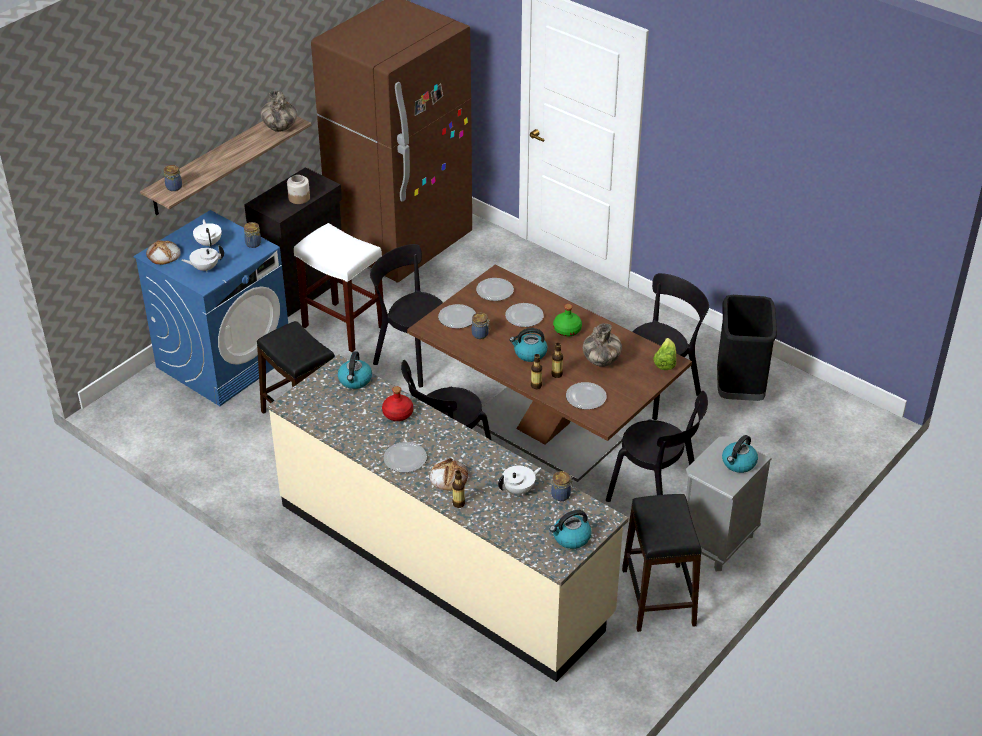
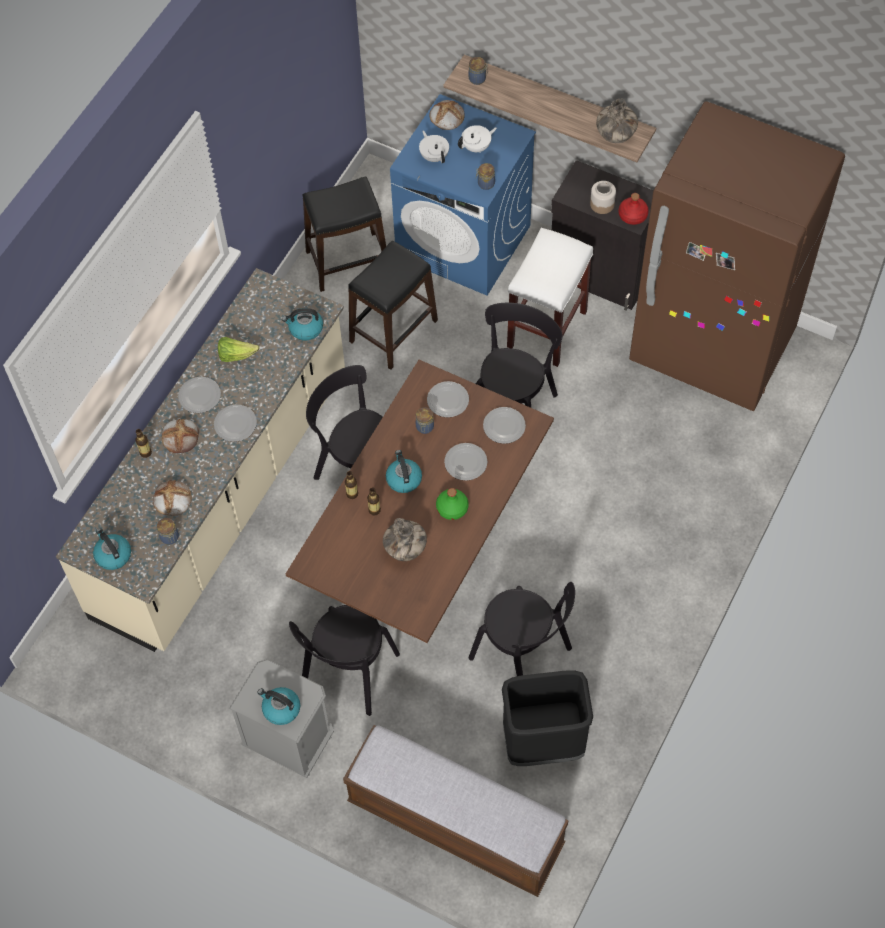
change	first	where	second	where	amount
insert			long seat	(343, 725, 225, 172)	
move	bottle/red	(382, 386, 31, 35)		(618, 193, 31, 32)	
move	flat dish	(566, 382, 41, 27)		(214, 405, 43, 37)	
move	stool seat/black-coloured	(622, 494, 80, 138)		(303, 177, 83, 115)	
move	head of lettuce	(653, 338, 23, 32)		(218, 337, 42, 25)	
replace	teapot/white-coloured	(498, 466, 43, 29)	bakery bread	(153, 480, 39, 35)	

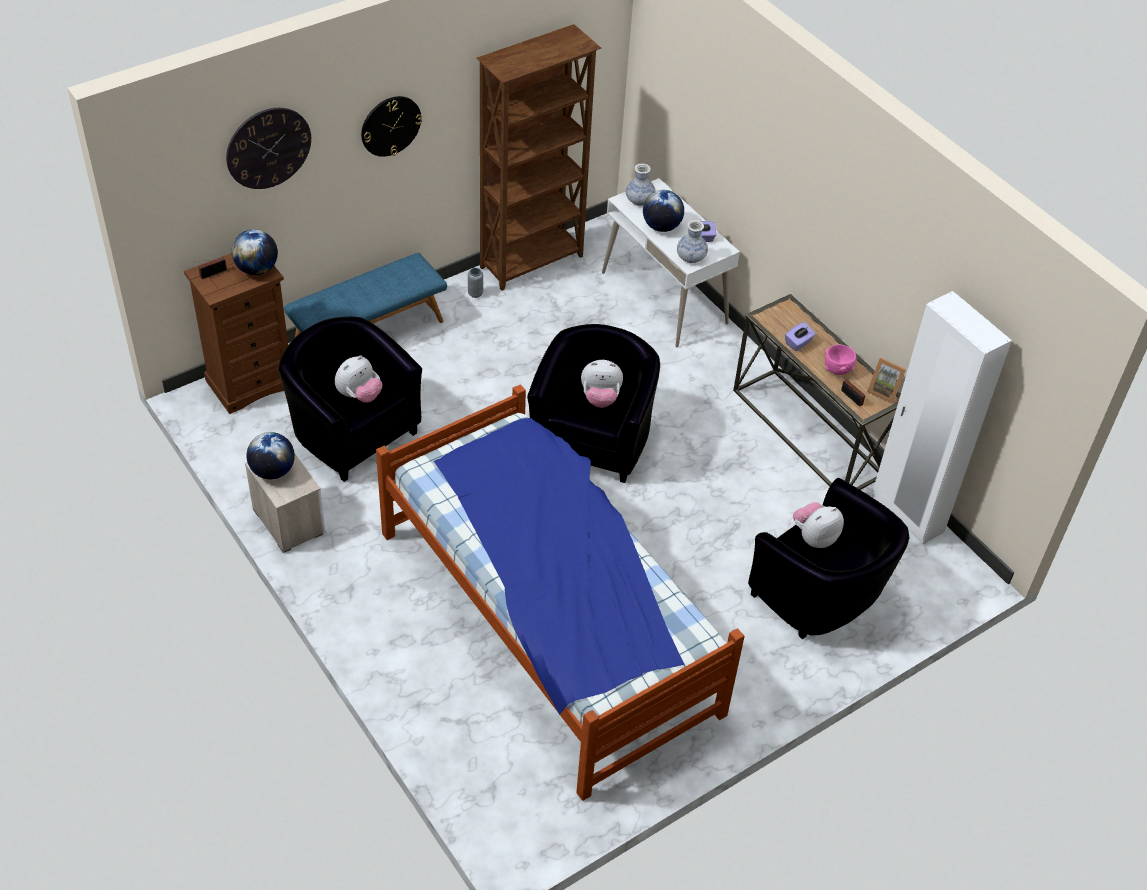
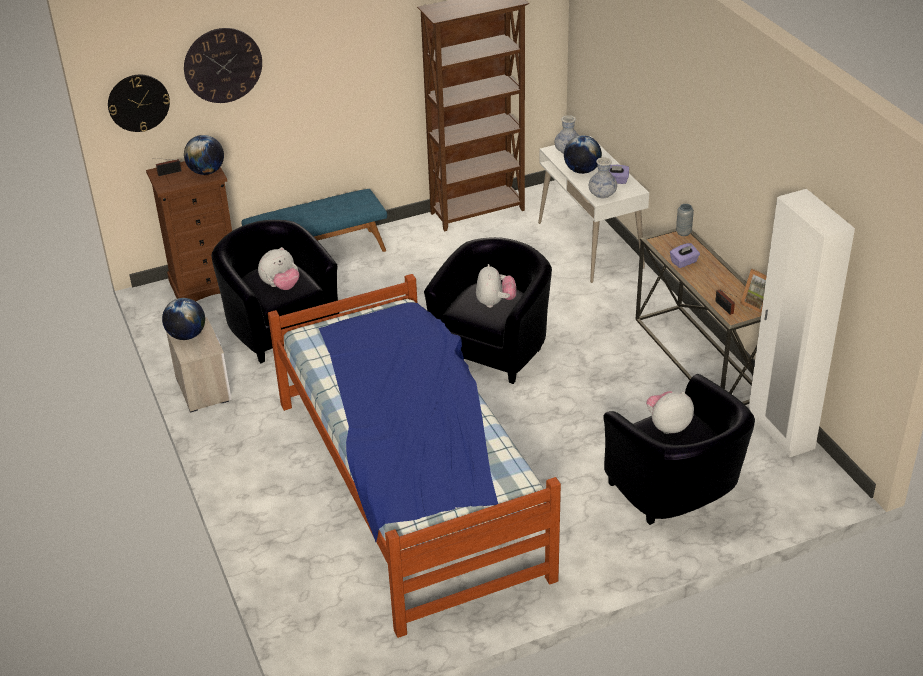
change	first	where	second	where	amount
delete	bowl/pink-coloured	(825, 344, 31, 31)			
move	hanging clock	(361, 96, 61, 61)		(108, 75, 62, 57)	
move	decorative vase/gray	(468, 268, 15, 30)		(676, 204, 18, 32)	
rotate	soft toy	(581, 360, 42, 48)		(476, 264, 40, 44)	105 degrees counterclockwise

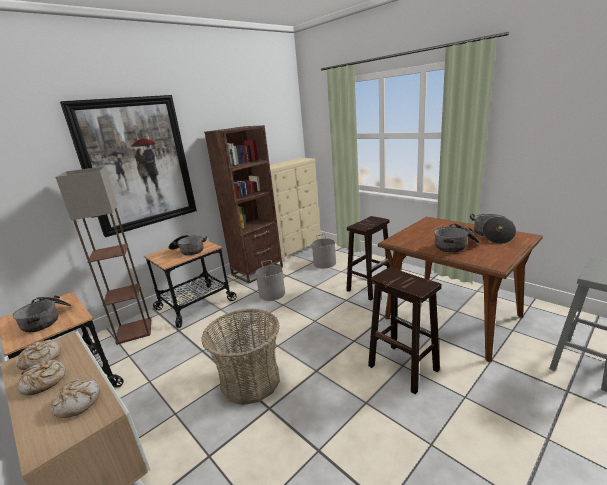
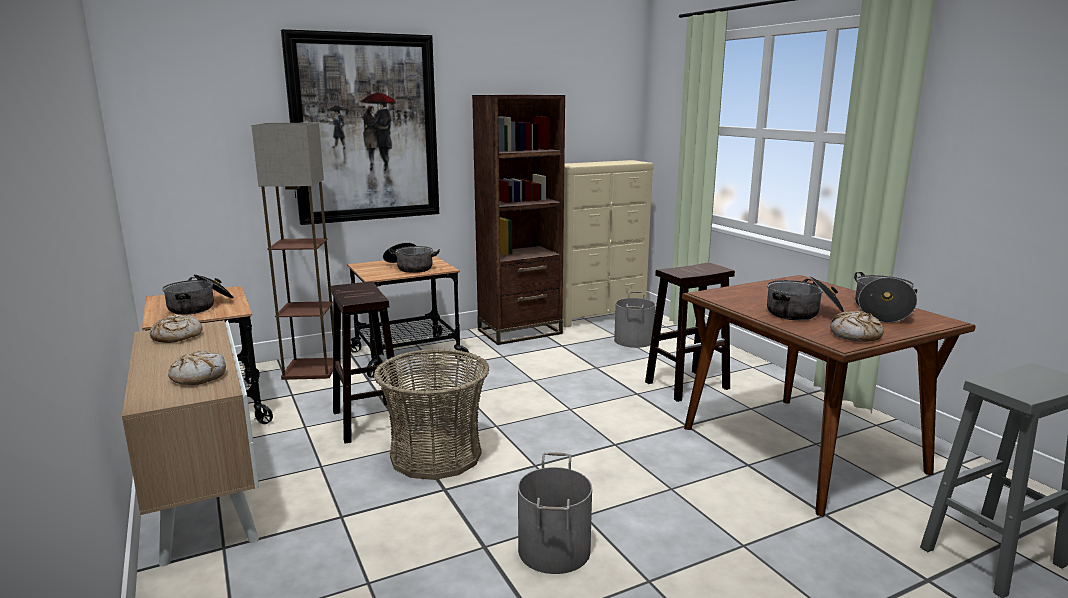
change	first	where	second	where	amount
move	bakery bread	(18, 360, 48, 35)		(830, 311, 54, 31)	
move	pail/gray	(256, 260, 29, 41)		(518, 453, 74, 121)	
move	stool seat/brown-coloured	(368, 267, 74, 127)		(331, 281, 74, 163)	

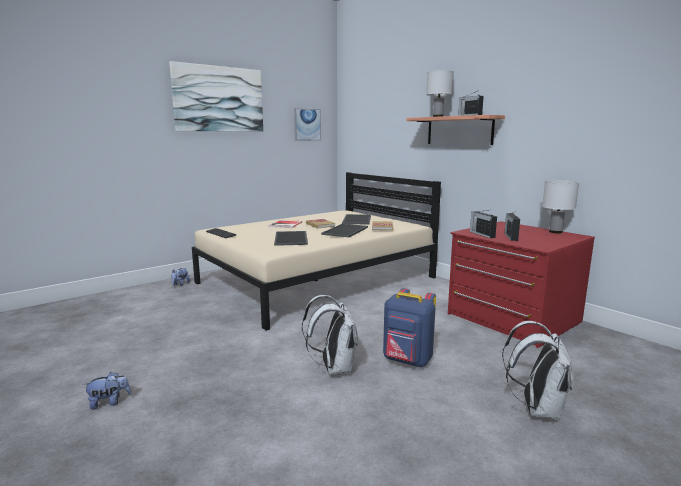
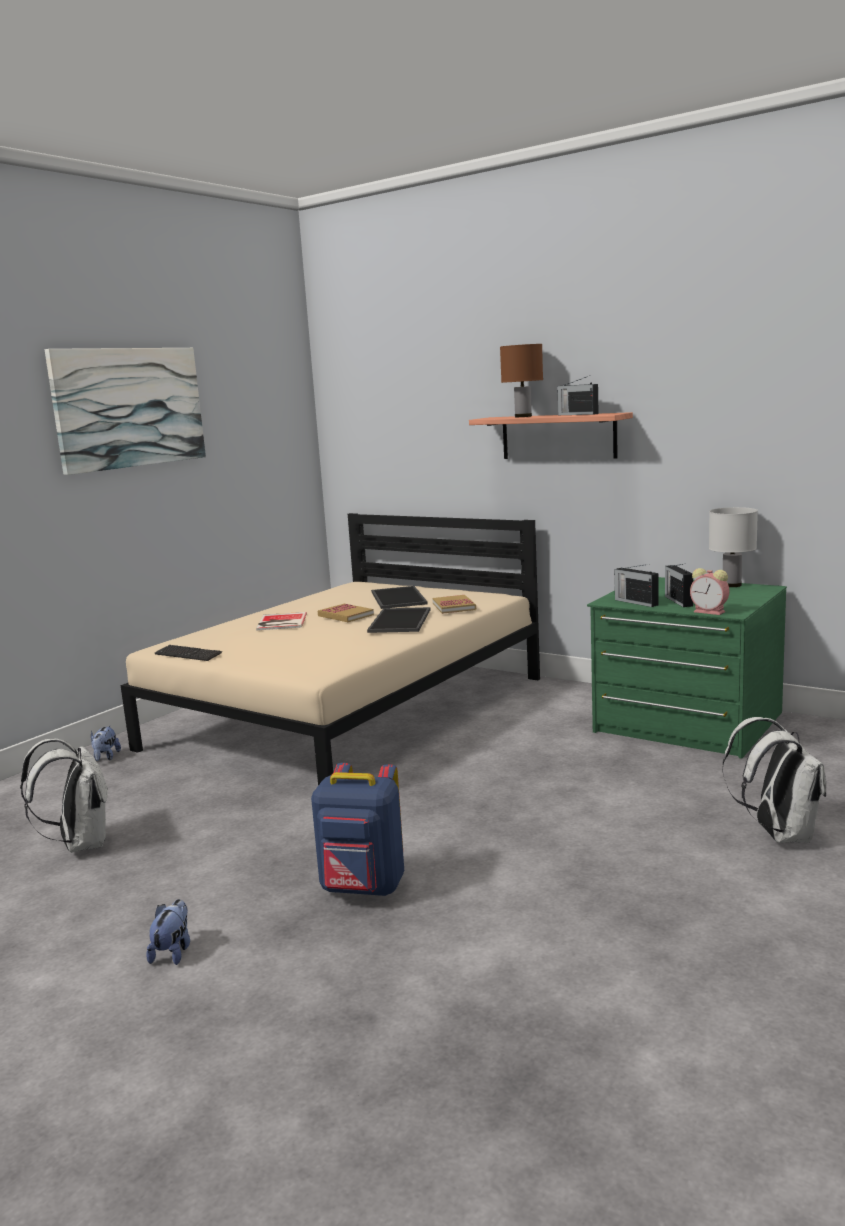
change	first	where	second	where	amount
delete	carrying tray	(274, 231, 34, 15)			
delete	picture	(294, 108, 27, 33)			
insert			table clock	(690, 568, 40, 47)	
move	knapsack/white-coloured	(302, 295, 56, 80)		(20, 739, 88, 114)	
move	knapsack/bluish	(383, 288, 53, 79)		(311, 763, 93, 133)	
recolor	tabletop lamp/white-coloured	(426, 70, 28, 47)	tabletop lamp/brown-coloured	(500, 344, 43, 73)	
recolor	dresser/red	(448, 221, 147, 127)	dresser/green-coloured	(587, 577, 200, 182)	
rotate	soft toy	(83, 372, 48, 38)		(146, 899, 44, 66)	45 degrees counterclockwise

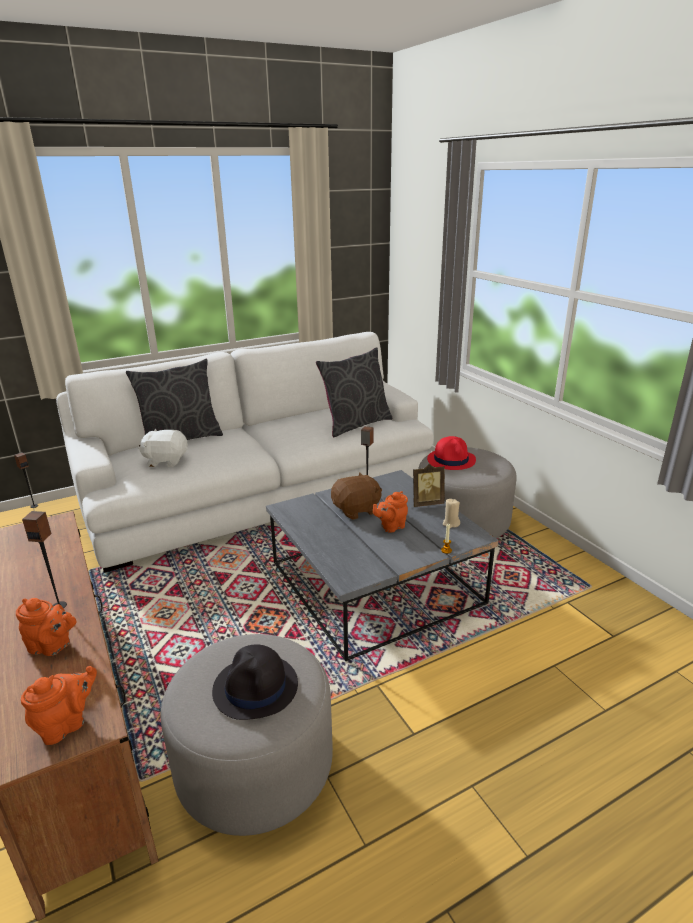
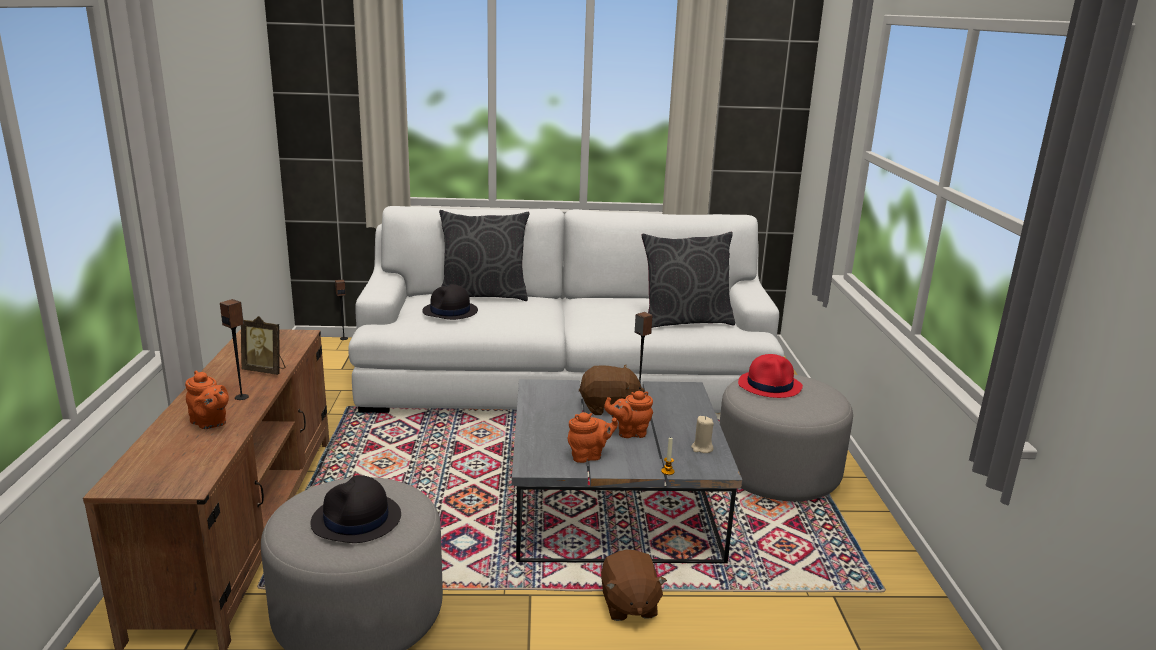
change	first	where	second	where	amount
insert			soft toy/brown-coloured	(601, 550, 66, 71)	
move	teapot/orange-coloured	(21, 666, 76, 79)		(568, 412, 50, 51)	
move	picture frame	(413, 464, 32, 43)		(241, 316, 44, 59)	
replace	soft toy/white-coloured	(138, 429, 50, 38)	clothing hat/black-coloured	(422, 284, 56, 36)	

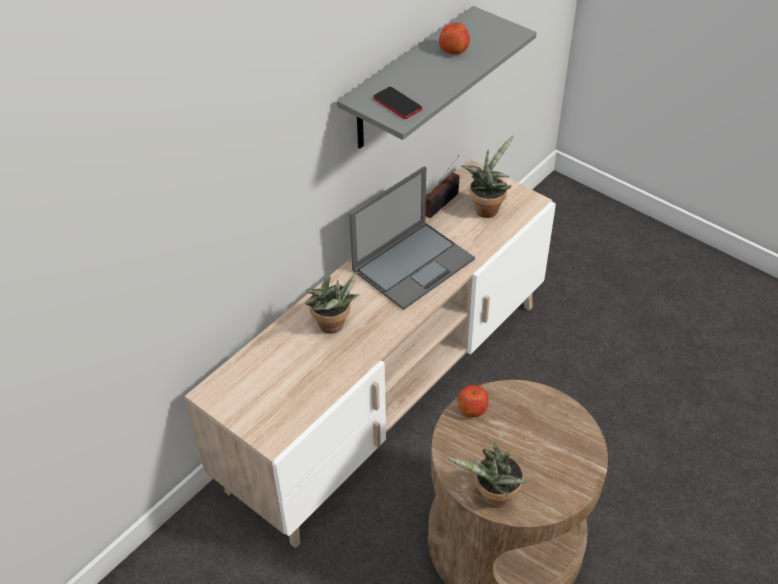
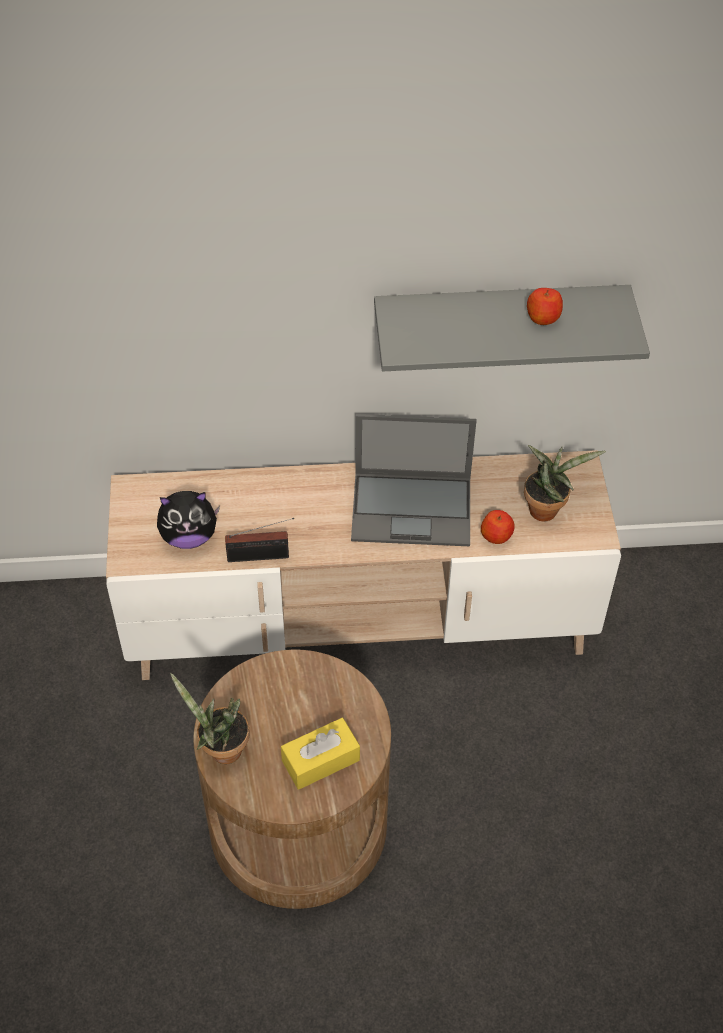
change	first	where	second	where	amount
delete	houseplant	(305, 272, 55, 62)			
delete	phone	(373, 87, 49, 32)			
insert			soft toy	(157, 491, 63, 58)	
insert			tissue holder/yellow	(281, 718, 79, 72)	
move	radio receiver	(425, 156, 35, 62)		(225, 518, 69, 44)	
move	apple	(458, 385, 31, 33)		(481, 510, 34, 34)	

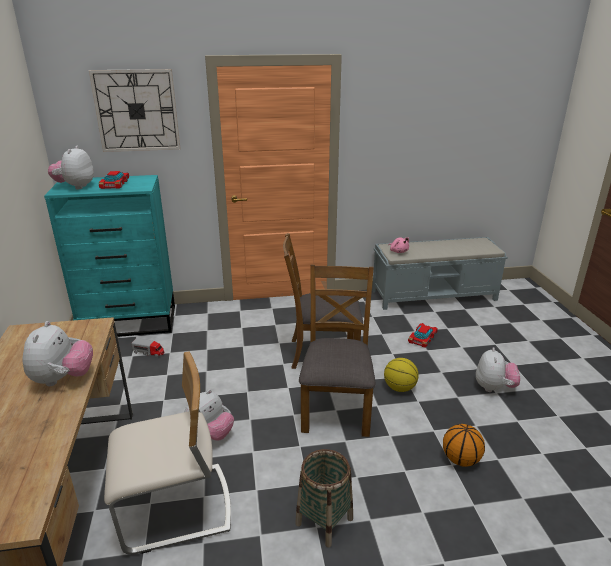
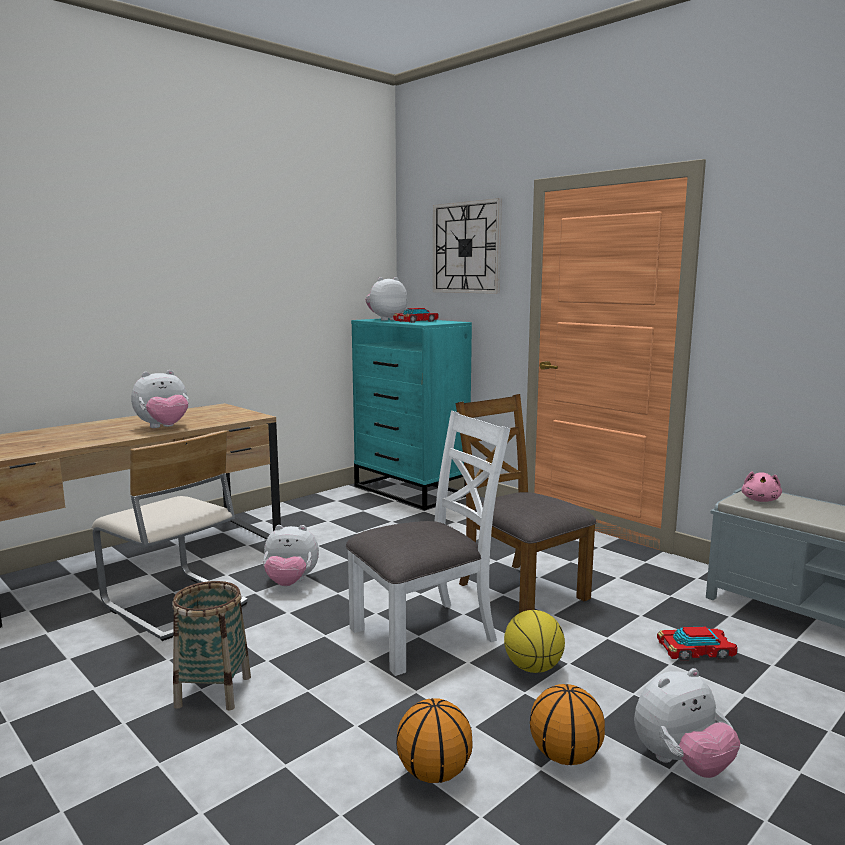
change	first	where	second	where	amount
delete	model truck	(131, 338, 34, 19)			
insert			basketball	(530, 684, 75, 81)	
recolor	chair/brown-coloured	(299, 265, 77, 172)	chair/white-coloured	(346, 411, 164, 265)	

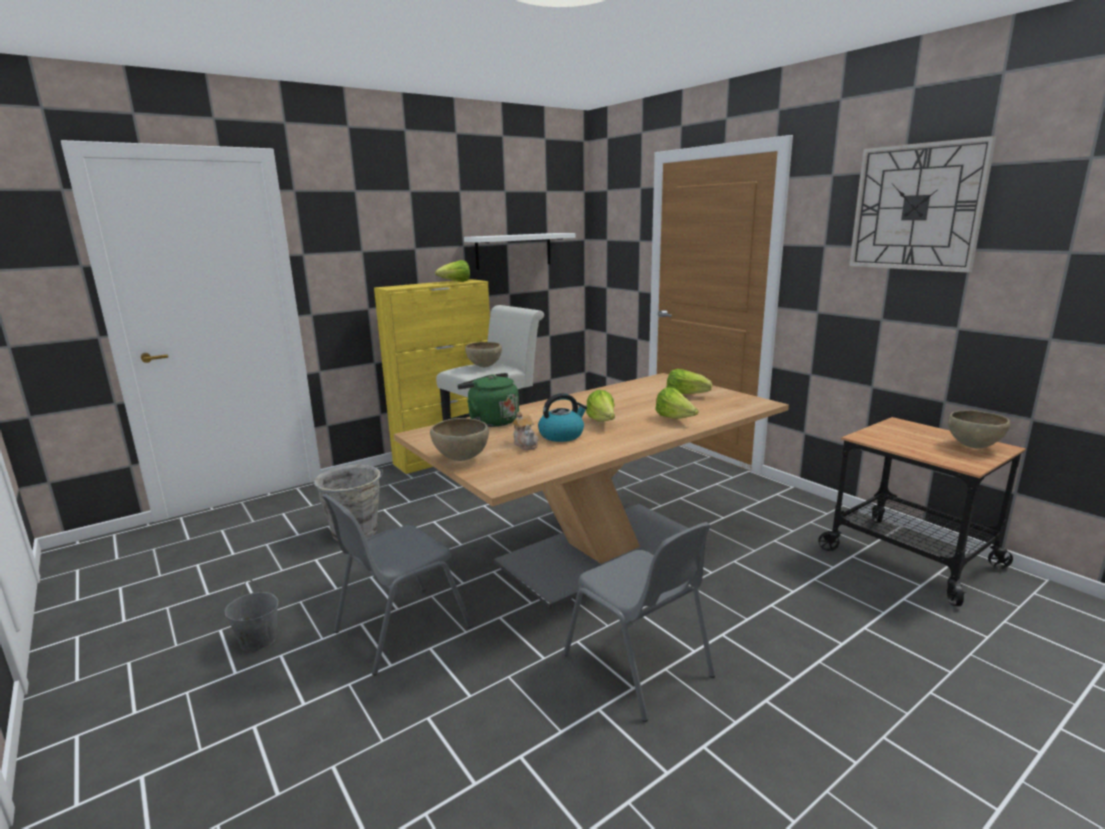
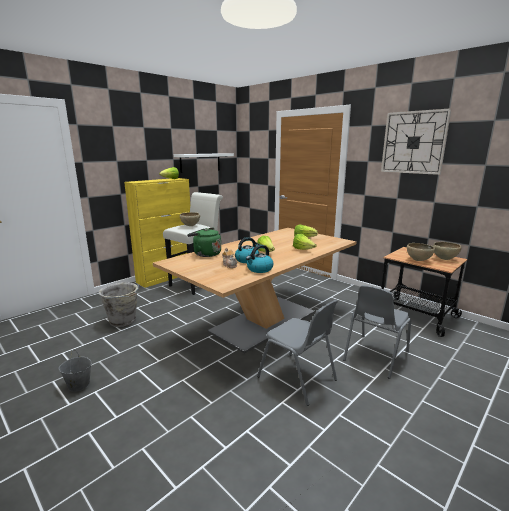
change	first	where	second	where	amount
insert			tea kettle	(246, 245, 28, 28)	
move	chair/gray	(322, 493, 150, 182)		(343, 285, 68, 94)	
move	bowl/brown-coloured	(430, 418, 59, 43)		(407, 243, 28, 18)	

